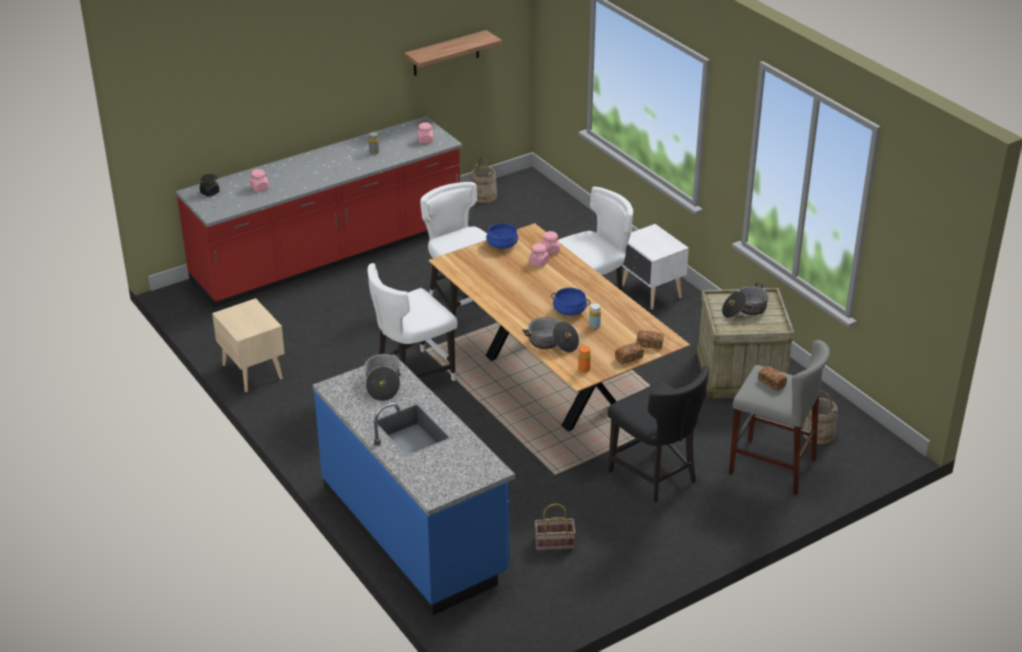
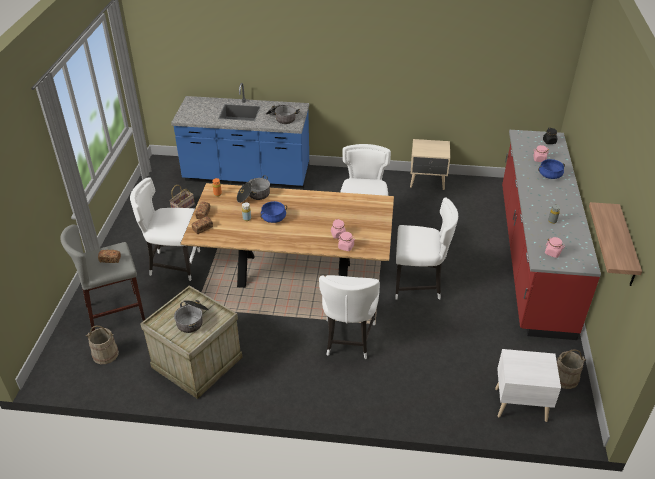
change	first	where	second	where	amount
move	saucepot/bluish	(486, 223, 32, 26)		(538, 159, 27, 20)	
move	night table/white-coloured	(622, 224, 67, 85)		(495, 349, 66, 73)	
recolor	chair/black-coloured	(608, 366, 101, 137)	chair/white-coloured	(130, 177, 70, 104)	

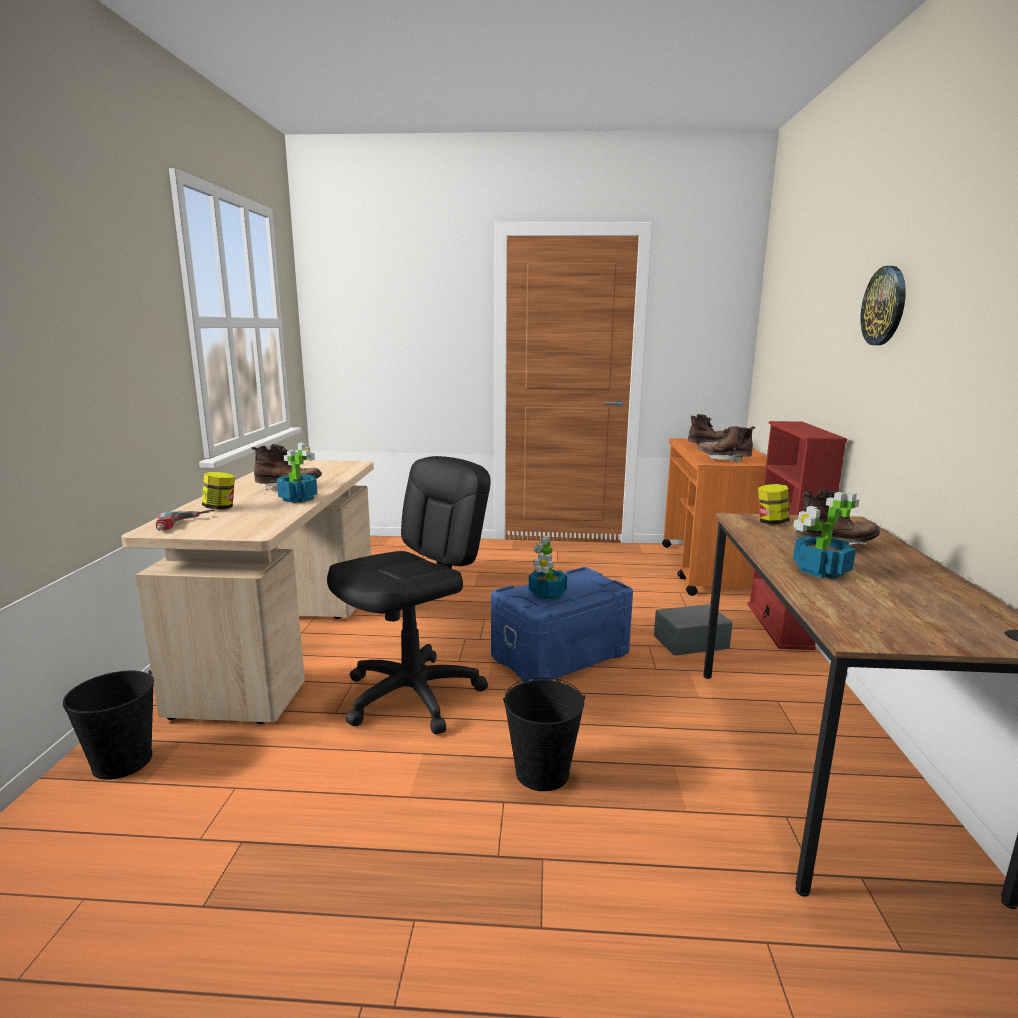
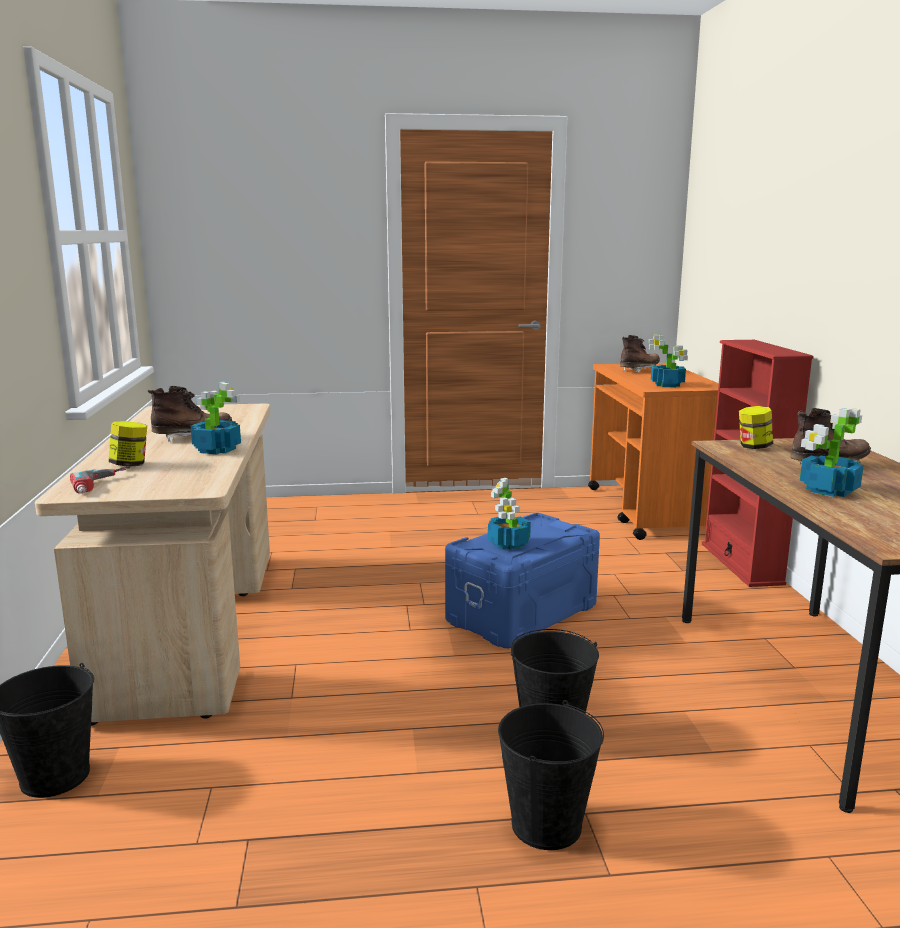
change	first	where	second	where	amount
delete	office chair/black-coloured	(327, 456, 164, 278)			
delete	storage container/gray	(654, 604, 79, 52)			
delete	hanging clock	(861, 266, 45, 79)			
insert			pail/black-coloured	(498, 700, 106, 150)	
replace	high-top boot/brown-coloured	(697, 426, 58, 37)	houseplant	(649, 335, 39, 52)	

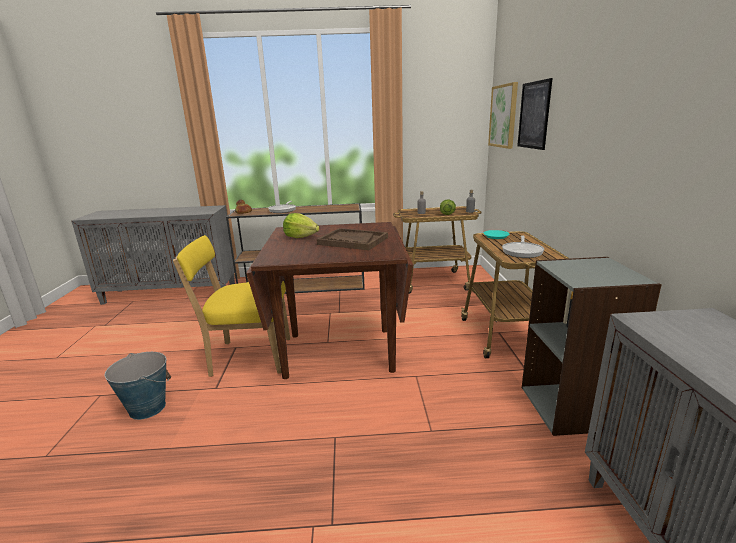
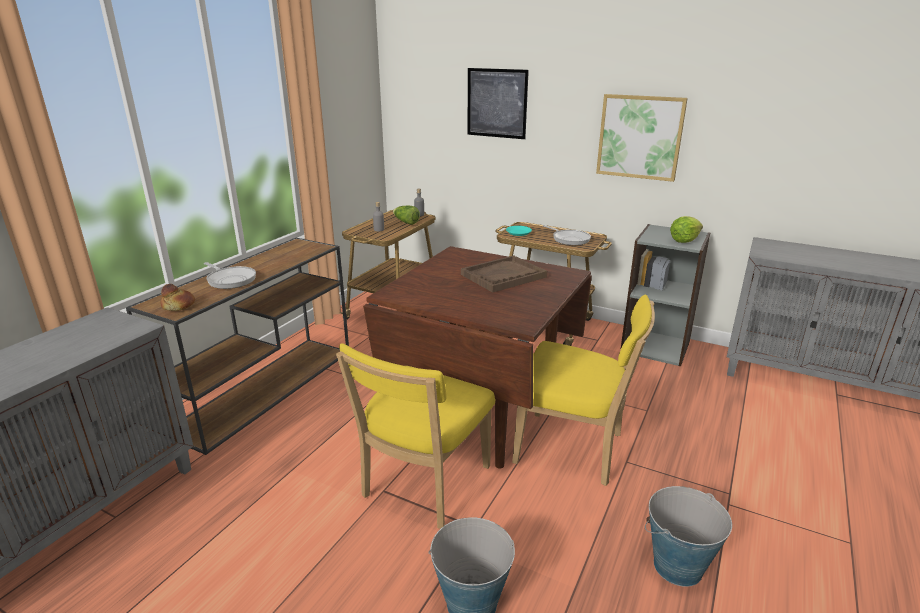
change	first	where	second	where	amount
insert			chair/yellow	(512, 295, 143, 191)	
insert			pail	(645, 486, 87, 101)	
move	head of lettuce	(283, 213, 36, 25)		(670, 216, 33, 27)	
move	picture	(488, 82, 30, 67)		(596, 94, 92, 88)	

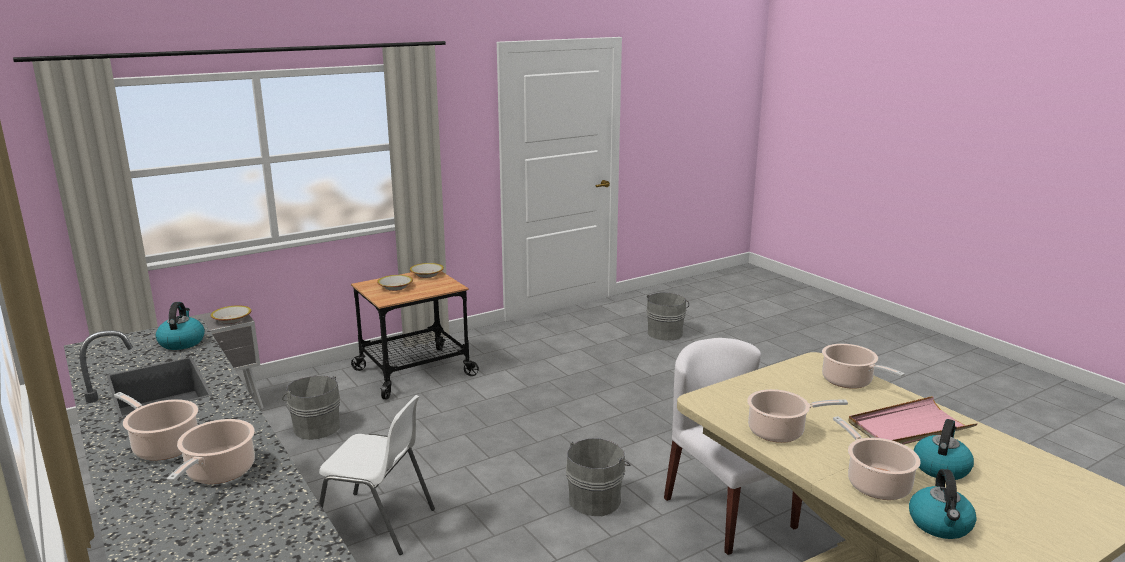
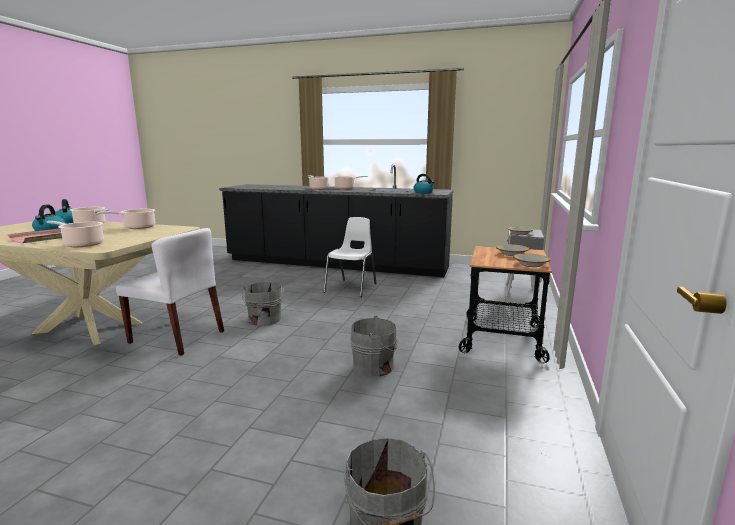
change	first	where	second	where	amount
move	pail/gray	(282, 376, 58, 64)		(350, 316, 48, 61)	
rotate	chair/white-coloured	(319, 395, 116, 160)		(324, 217, 52, 80)	135 degrees clockwise

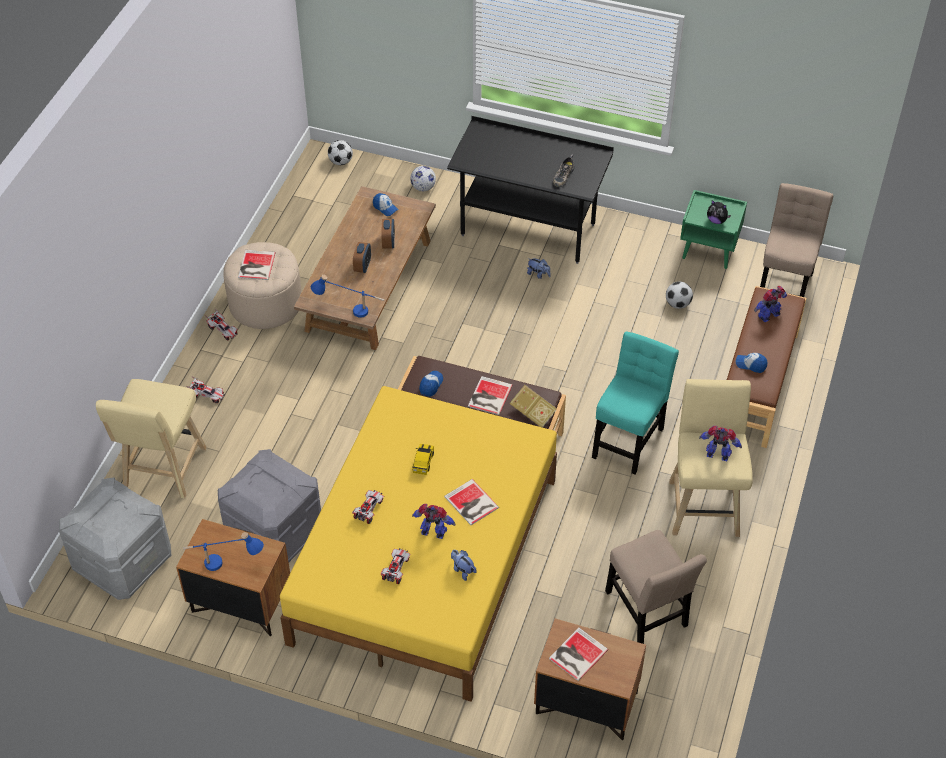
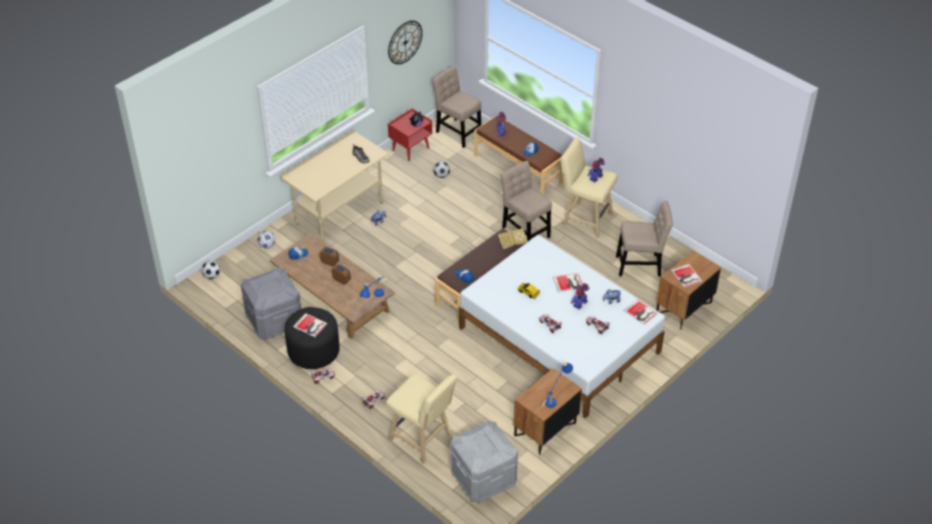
change	first	where	second	where	amount
insert			hanging clock	(388, 20, 34, 44)	
move	storage container/gray	(218, 449, 103, 113)		(241, 267, 61, 73)	
move	book	(468, 376, 44, 39)		(623, 299, 35, 26)	
recolor	footrest/sand-coloured	(223, 242, 79, 87)	footrest/black-coloured	(285, 307, 55, 62)	
recolor	bed/yellow	(280, 386, 277, 316)	bed/white-coloured	(459, 235, 206, 184)	
recolor	desk table/black-coloured	(447, 116, 167, 148)	desk table/sand-coloured	(281, 129, 108, 112)	
recolor	chair/turquoise-coloured	(592, 332, 87, 143)	chair/sand-coloured	(500, 161, 52, 80)	
recolor	night table/green-coloured	(680, 190, 67, 79)	night table/red	(388, 108, 44, 53)	

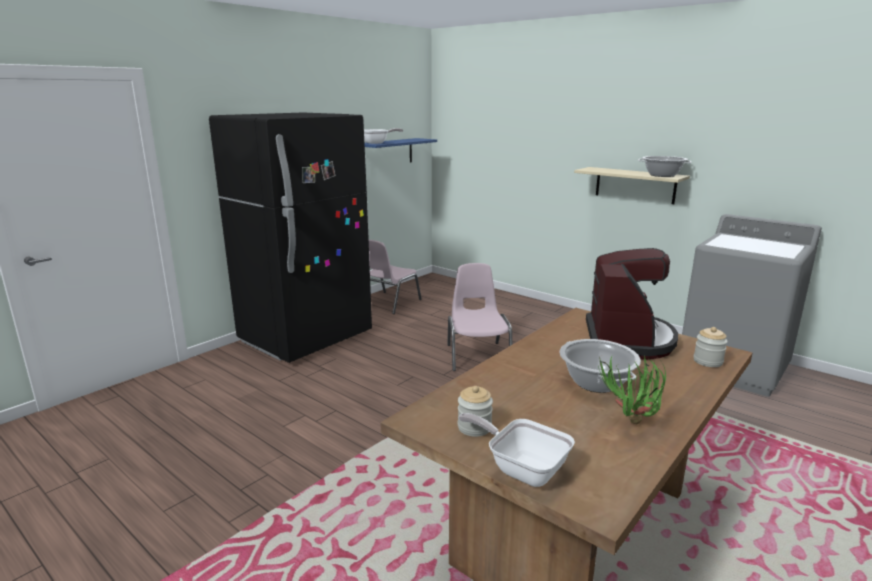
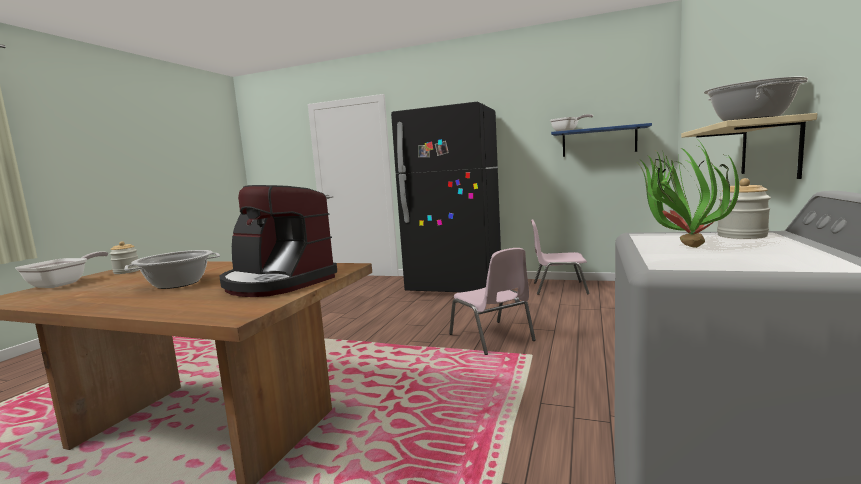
change	first	where	second	where	amount
move	houseplant	(598, 356, 68, 68)		(638, 141, 101, 107)	
move	jar	(694, 327, 34, 40)		(717, 178, 54, 61)	
rotate	chair/pink-coloured	(447, 263, 65, 108)		(449, 248, 87, 107)	90 degrees clockwise
rotate	coffee machine	(586, 248, 92, 112)		(219, 185, 118, 112)	45 degrees clockwise

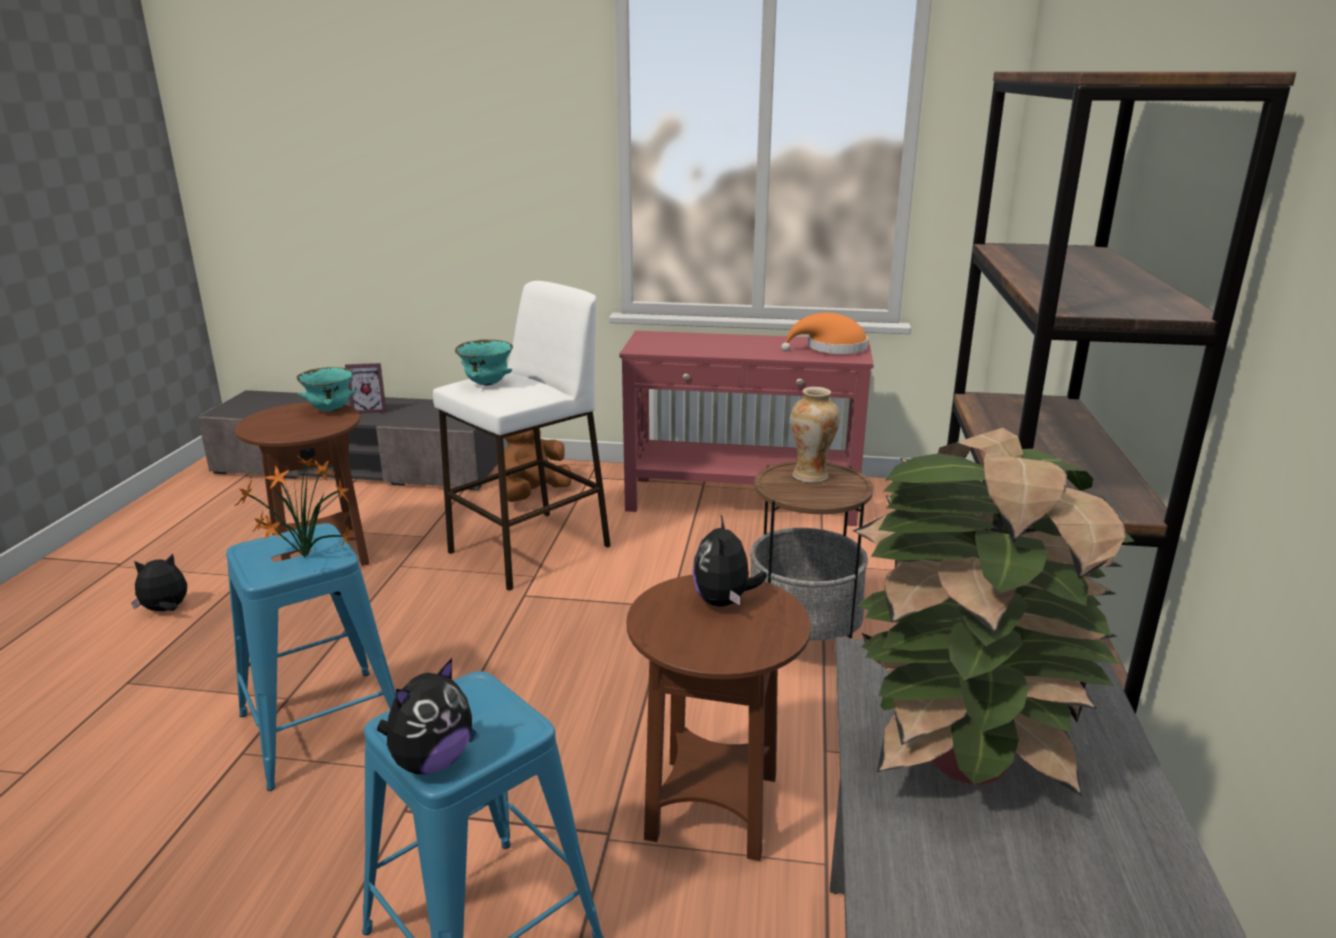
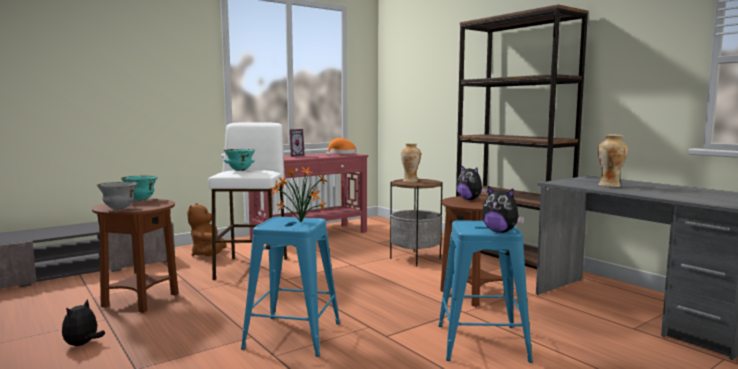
change	first	where	second	where	amount
insert			bowl/gray	(97, 182, 41, 28)	
move	picture frame	(345, 363, 42, 51)		(290, 129, 14, 28)	
replace	houseplant	(853, 428, 281, 368)	decorative vase	(598, 135, 30, 52)	
rotate	soft toy	(377, 658, 95, 116)		(482, 186, 43, 47)	135 degrees clockwise

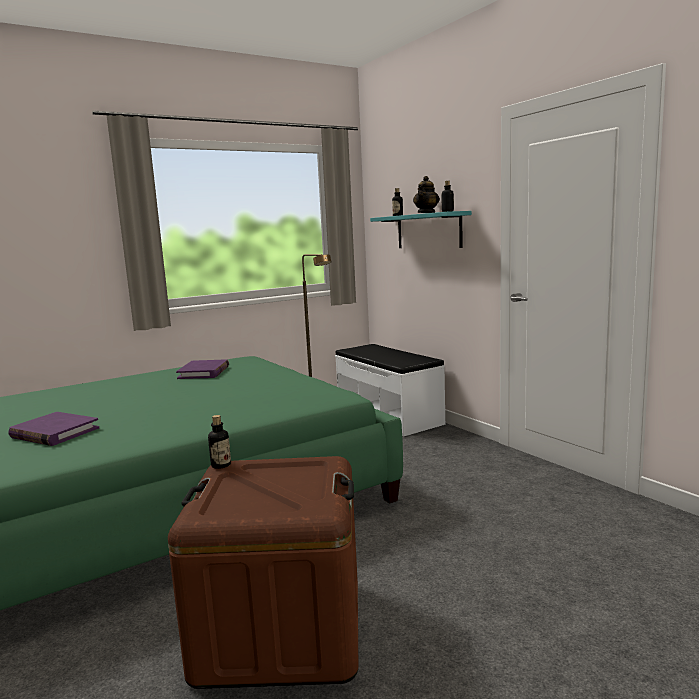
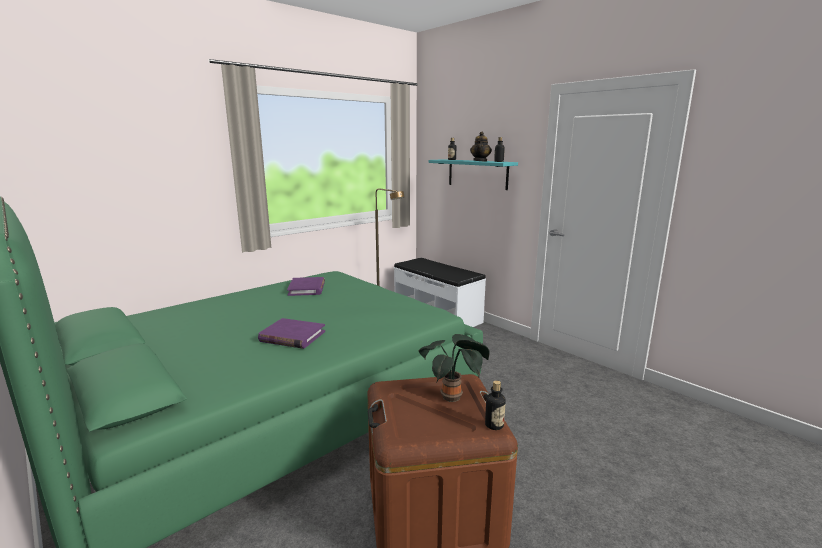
change	first	where	second	where	amount
insert			houseplant	(419, 334, 71, 68)	
move	book/purplish	(8, 412, 91, 34)		(258, 318, 67, 31)	
move	bottle	(208, 415, 23, 54)		(485, 380, 21, 50)	

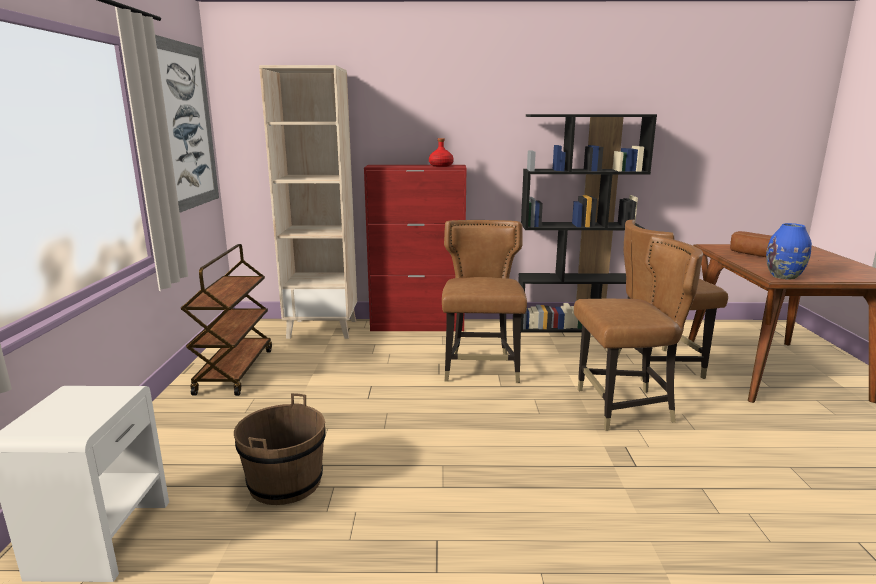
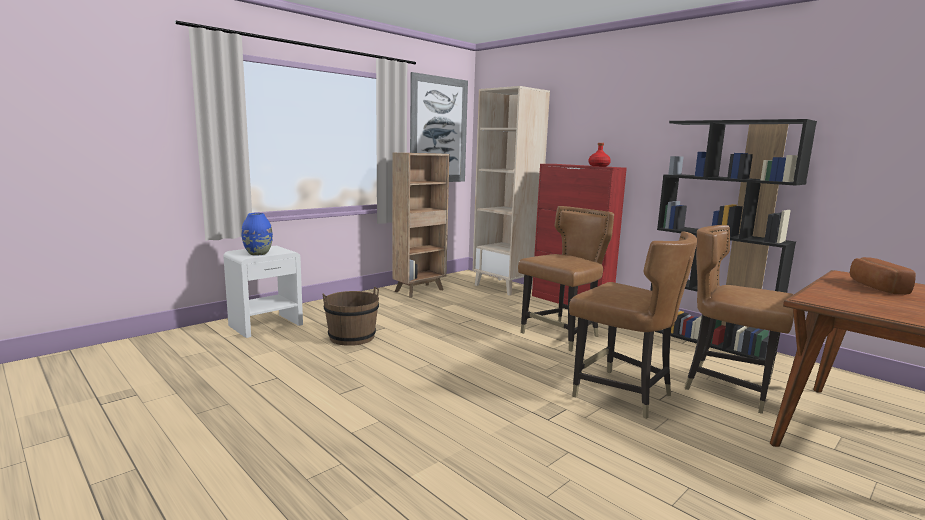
change	first	where	second	where	amount
move	decorative vase/bluish	(766, 223, 46, 57)		(242, 213, 31, 42)	
replace	wheeled cart/brown-coloured	(180, 244, 92, 152)	shelving unit/brown-coloured	(393, 153, 56, 144)	

